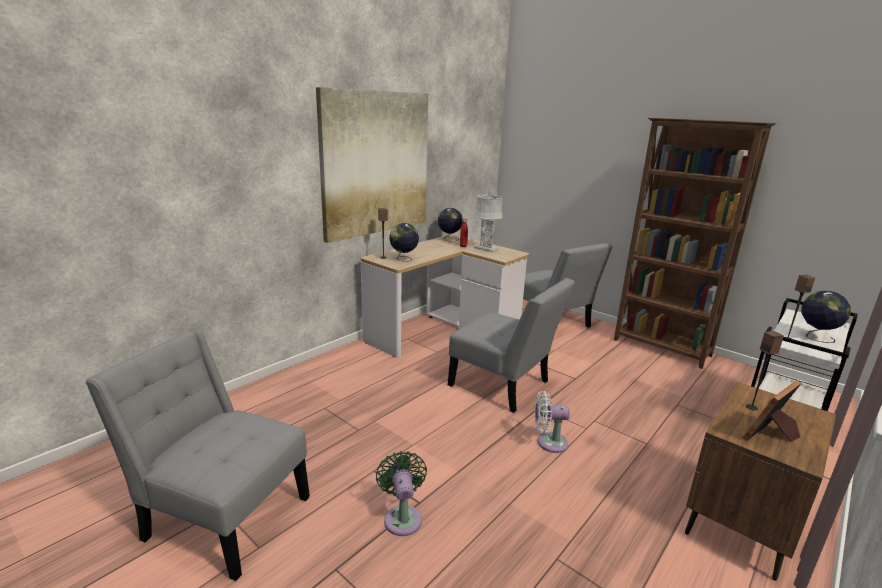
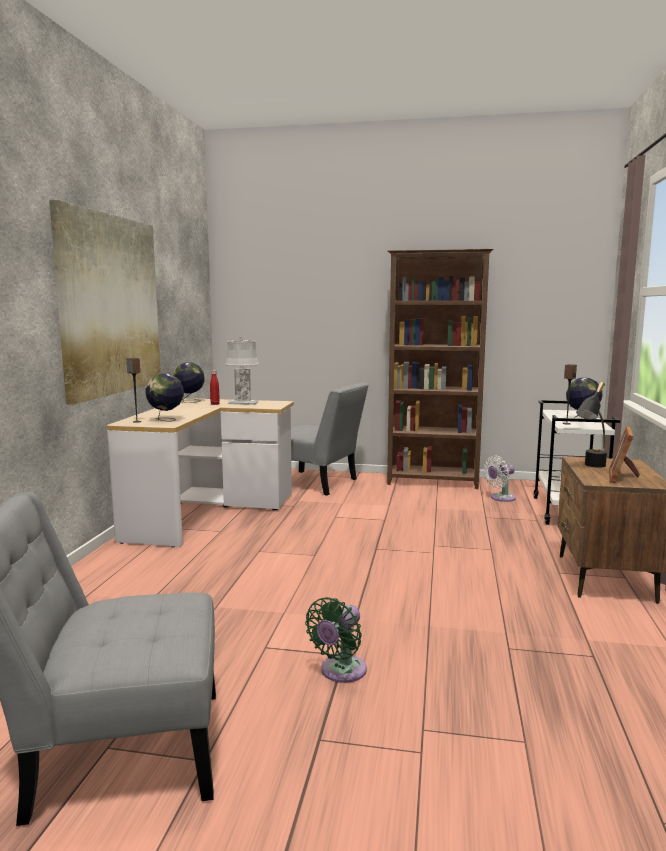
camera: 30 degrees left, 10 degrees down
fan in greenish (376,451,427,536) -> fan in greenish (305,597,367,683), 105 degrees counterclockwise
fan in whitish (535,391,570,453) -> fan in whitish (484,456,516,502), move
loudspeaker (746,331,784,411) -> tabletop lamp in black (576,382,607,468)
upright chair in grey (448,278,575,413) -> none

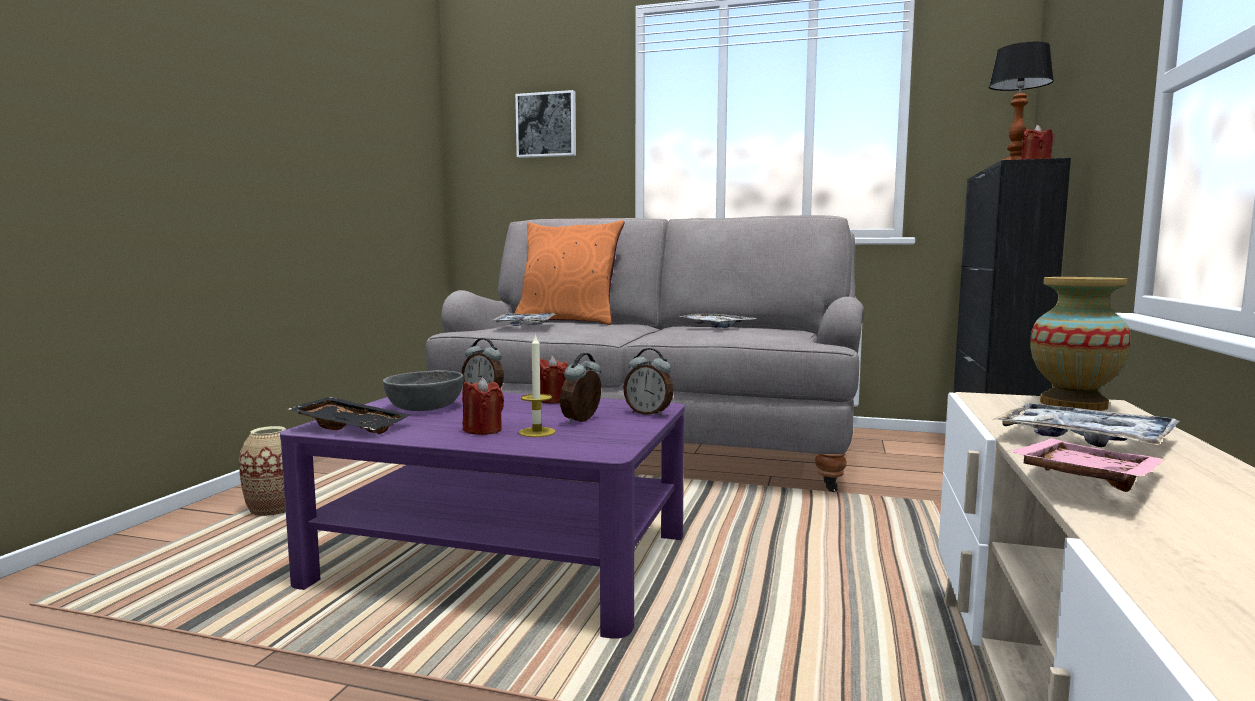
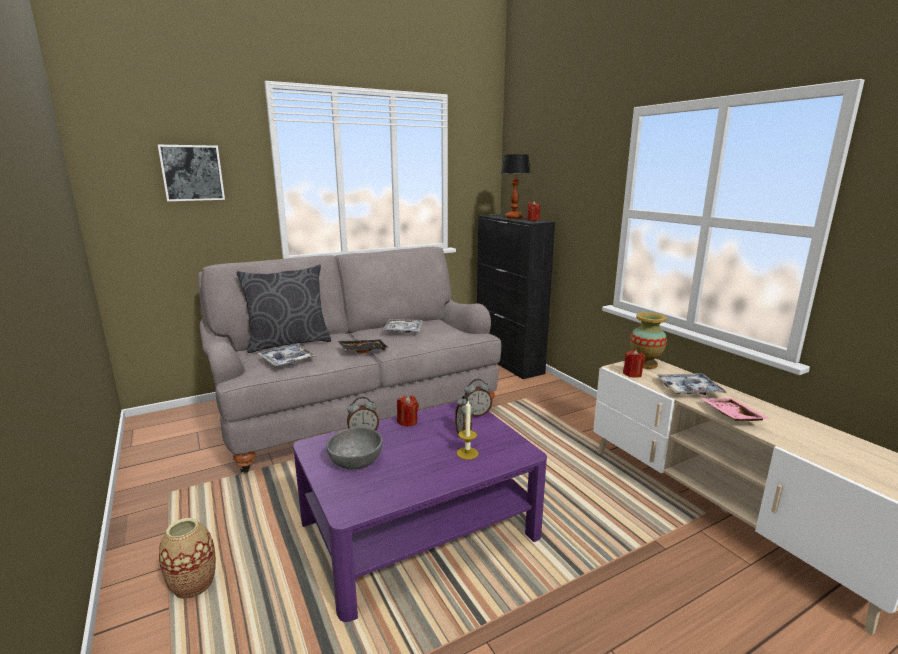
camera: 45 degrees left, 10 degrees up
pillow in orange-coloured (514,220,624,325) -> pillow in grey (236,264,331,353)
serving tray in black (289,397,412,434) -> serving tray in black (338,340,389,354), move
wax light in red-coloured (462,377,504,435) -> wax light in red-coloured (623,350,645,378), move

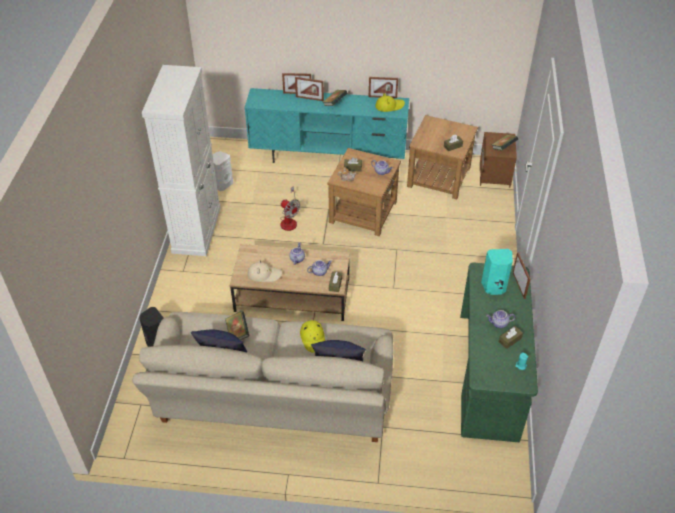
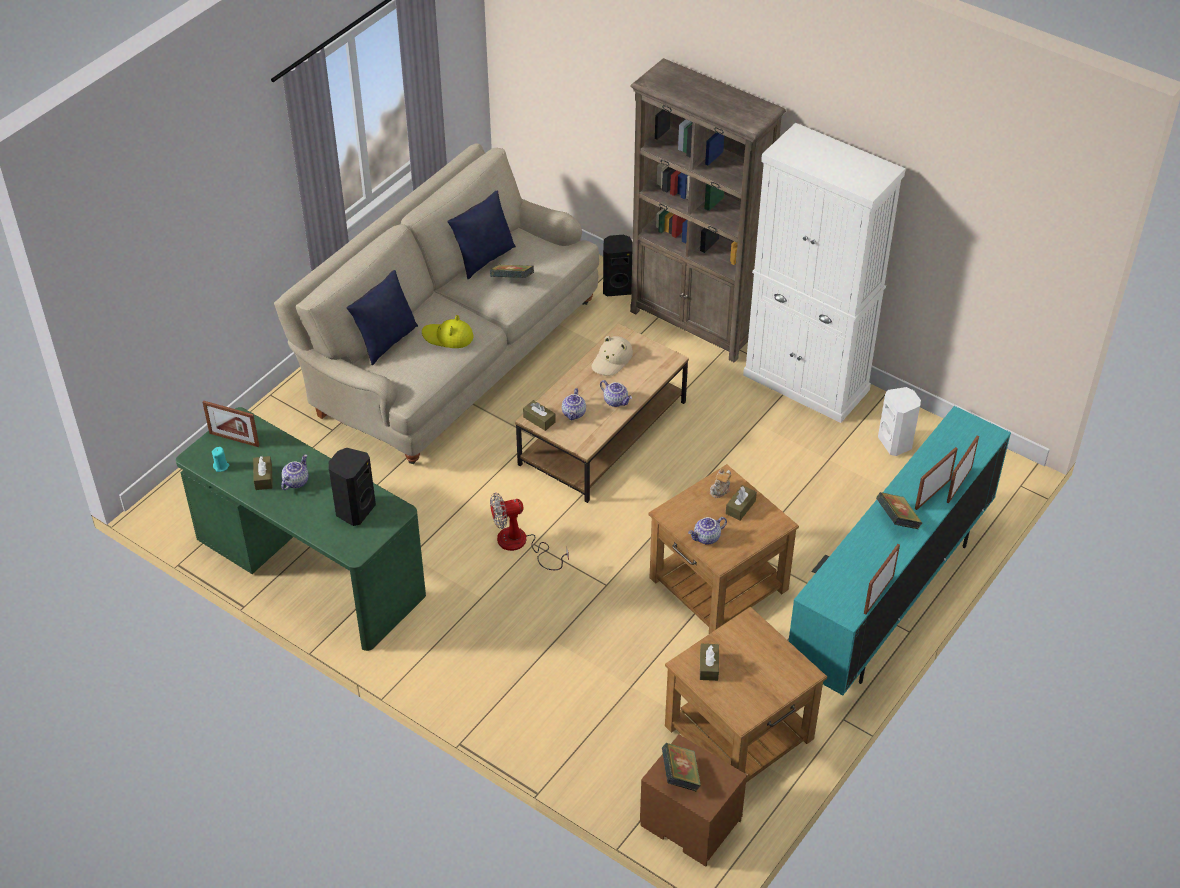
camera: 120 degrees right, 0 degrees up
photo frame (513,252,530,299) -> photo frame (202,401,259,447), move
loudspeaker in blue-green (481,249,513,295) -> loudspeaker in black (329,448,376,526)
fan (280,186,300,231) -> fan (490,493,569,570), move
none -> shelving unit in brown (630,58,786,363)
hat in yellow-coloured (375,93,405,112) -> none

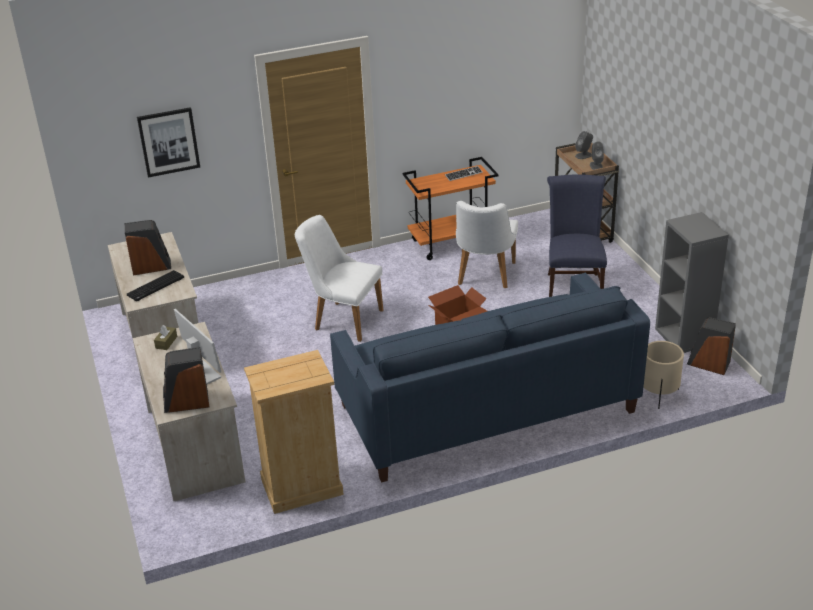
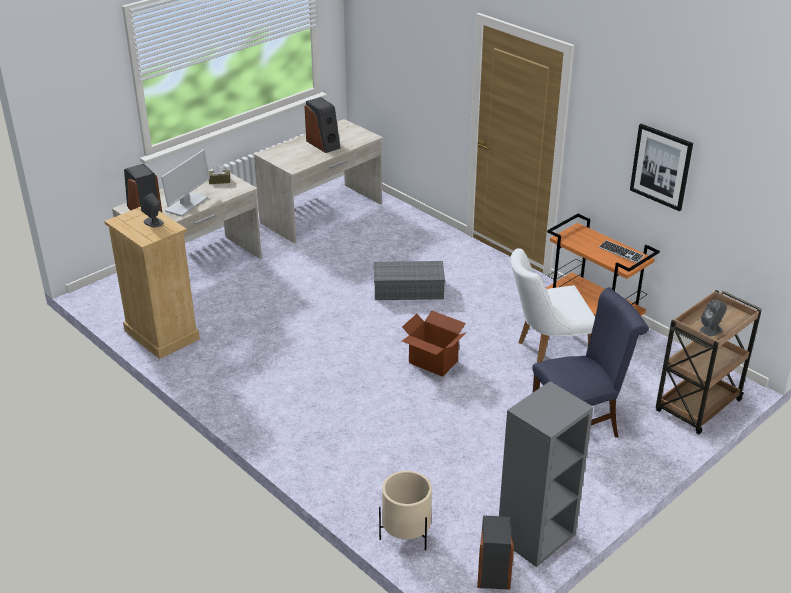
camera: 65 degrees right, 0 degrees up
loudspeaker in grey (575,131,593,159) -> loudspeaker in grey (141,193,164,228), move
upright chair in whitish (295,215,383,342) -> storage box in grey (374,261,445,300)
wall art (137,107,200,178) -> wall art (630,124,693,211), move
computer keyboard (127,270,184,301) -> none
settee in blue (330,273,650,482) -> none

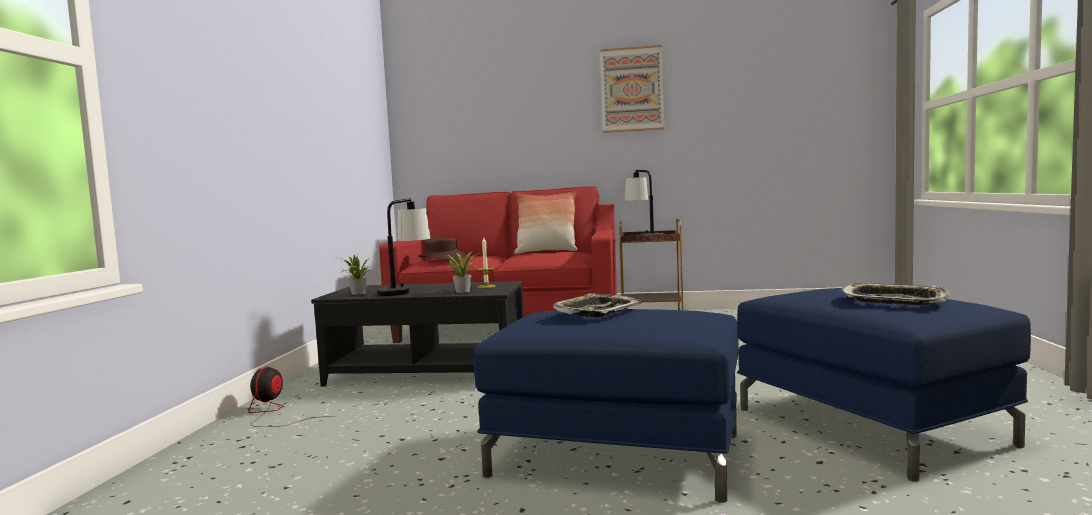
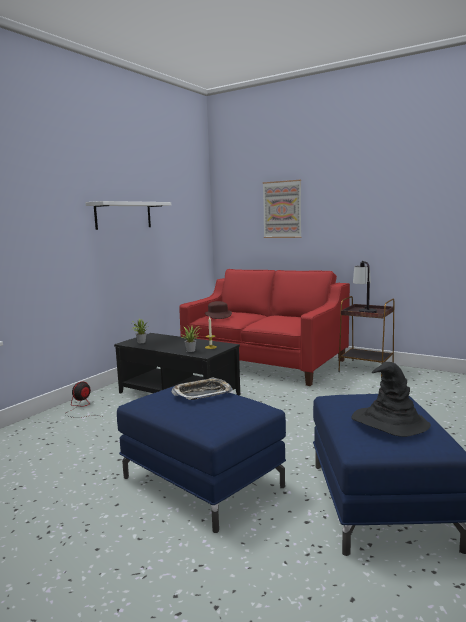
camera: 25 degrees right, 5 degrees up
none -> shelf in whitish (85,201,171,230)
wall art (600,45,664,133) -> wall art (263,180,302,238), move
serving tray (840,283,950,306) -> hat in black (351,362,431,437)
tabletop lamp (377,198,430,296) -> none
pillow (514,192,577,254) -> none

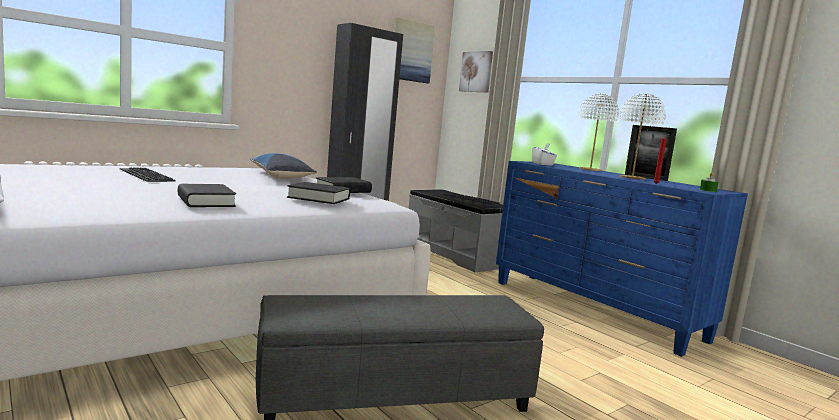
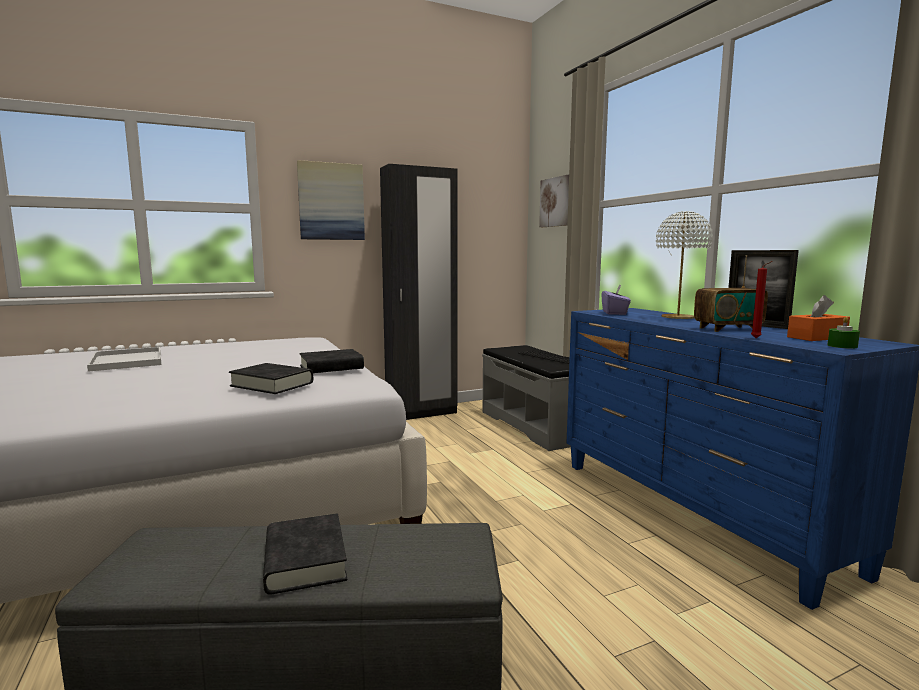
camera: 15 degrees right, 0 degrees up
computer keyboard (120,168,176,182) -> serving tray in whitish (87,347,161,372)
volume in black (178,184,236,207) -> volume in black (263,513,347,595), move
wall art (393,17,435,84) -> wall art (297,160,365,240), move
box of tissues in whitish (532,143,557,166) -> box of tissues in purplish (601,284,631,315)
tabletop lamp in whitish (619,93,666,180) -> radio set (694,255,768,332)
none -> box of tissues in orange-coloured (787,295,850,341)
pillow (250,153,317,179) -> none

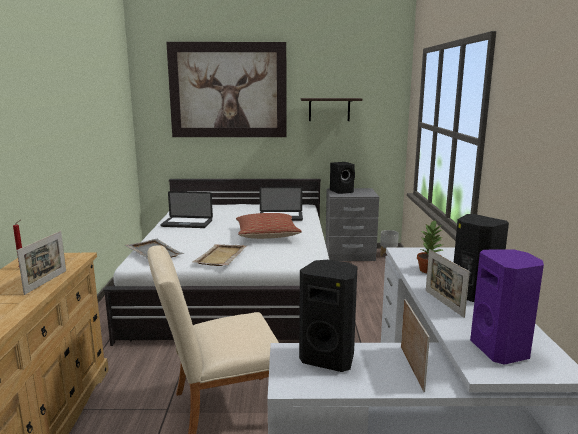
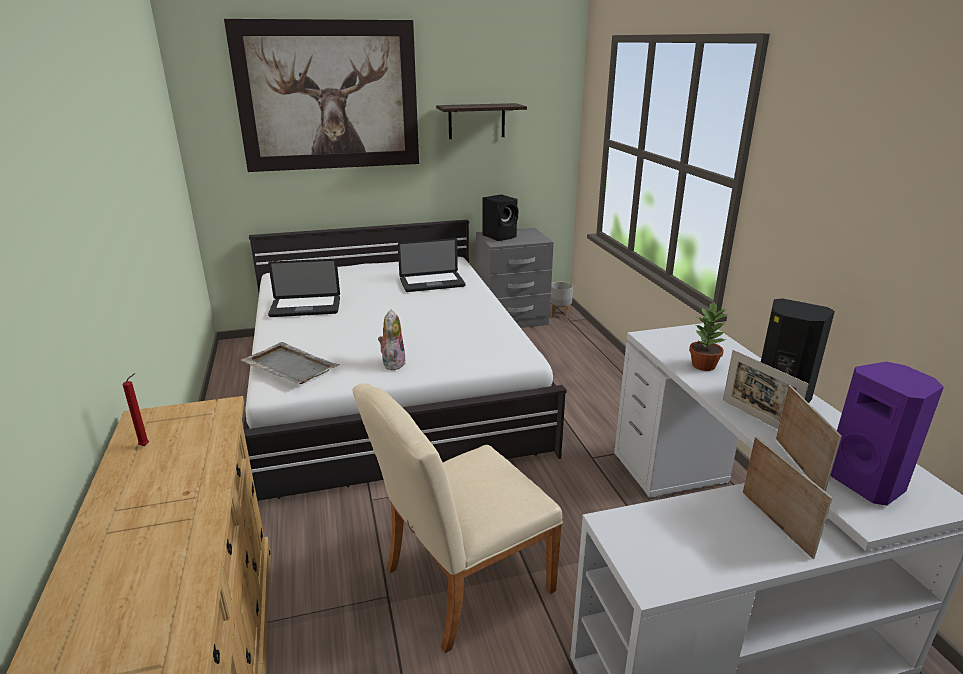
camera: 15 degrees left, 10 degrees up
serving tray in beige (192,244,248,266) -> plush toy (378,310,406,370)
photo frame (17,231,66,295) -> photo frame (776,385,842,492), move
pillow (236,213,302,239) -> none
loudspeaker in black (299,260,357,372) -> none

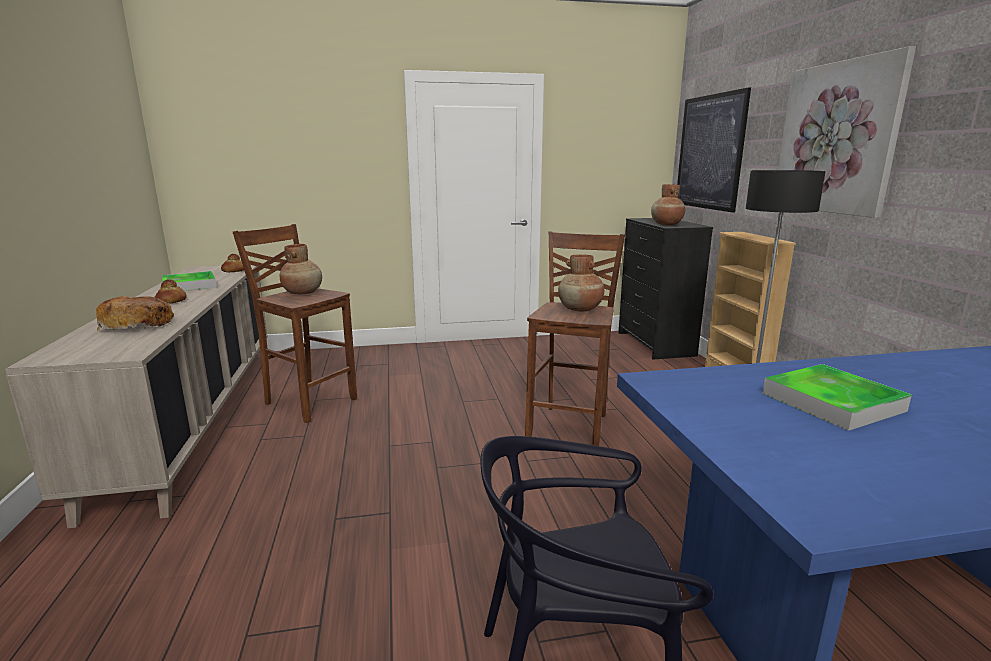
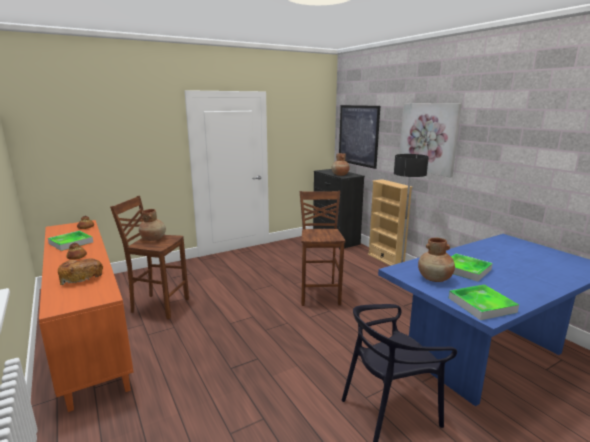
camera: 20 degrees left, 0 degrees up
storage cabinet in beige (5,265,268,528) -> storage cabinet in orange-coloured (39,220,133,412)
vase in brown (558,254,604,311) -> vase in brown (418,238,455,282), move
none -> serving tray (449,285,519,320)

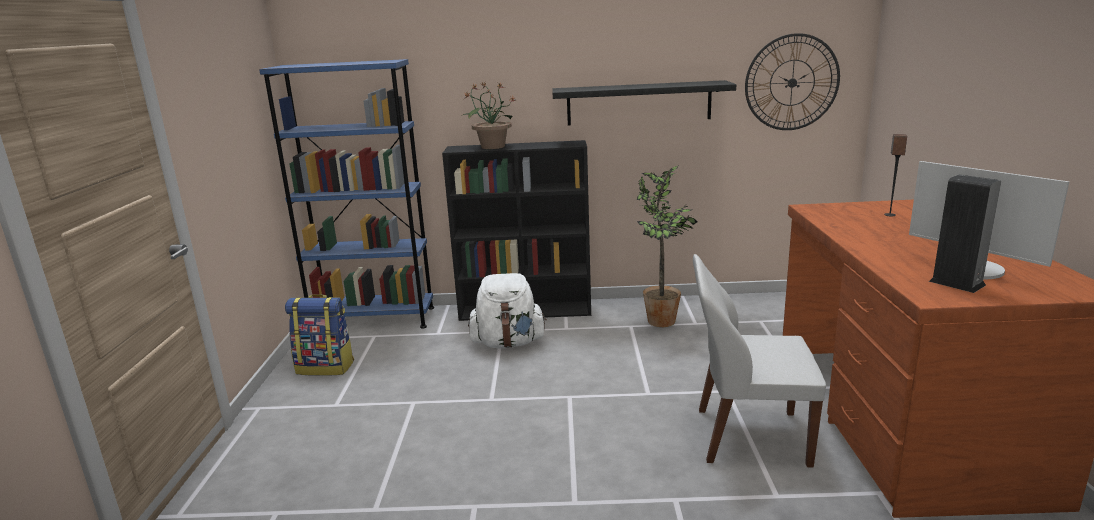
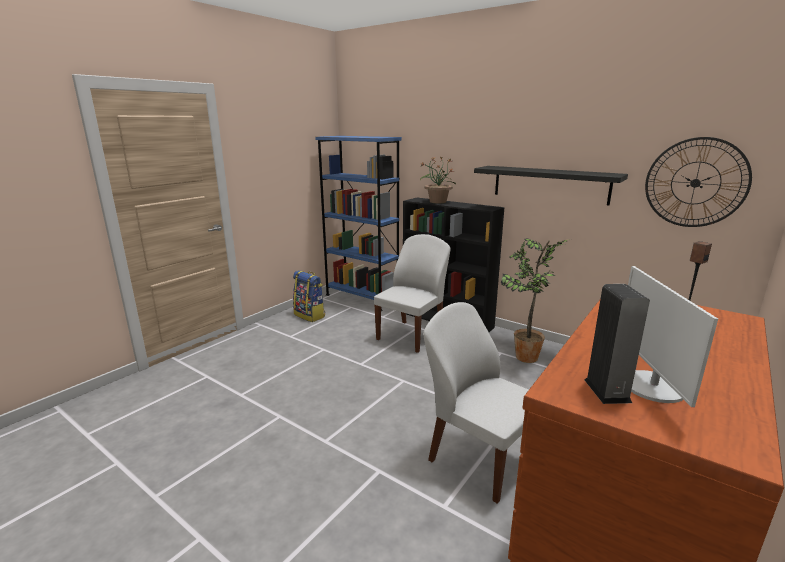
camera: 35 degrees right, 0 degrees up
backpack in whitish (468,273,547,348) -> upright chair in whitish (374,234,451,353)

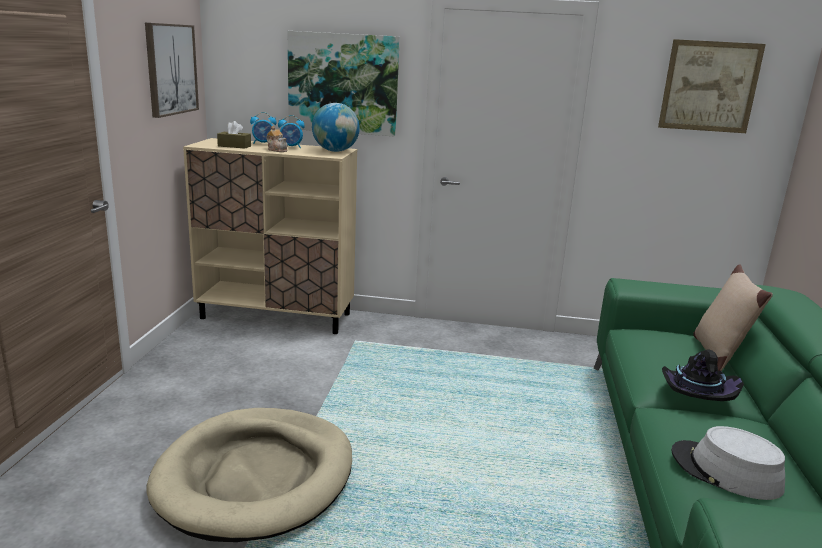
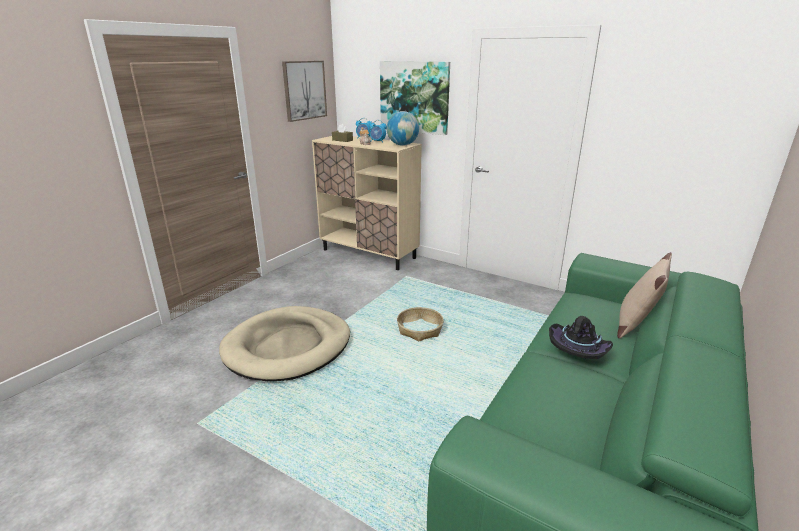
camera: 25 degrees right, 5 degrees up
none -> basket (397,307,444,341)
wall art (658,39,766,133) -> none
hat in grey (671,426,785,500) -> none

